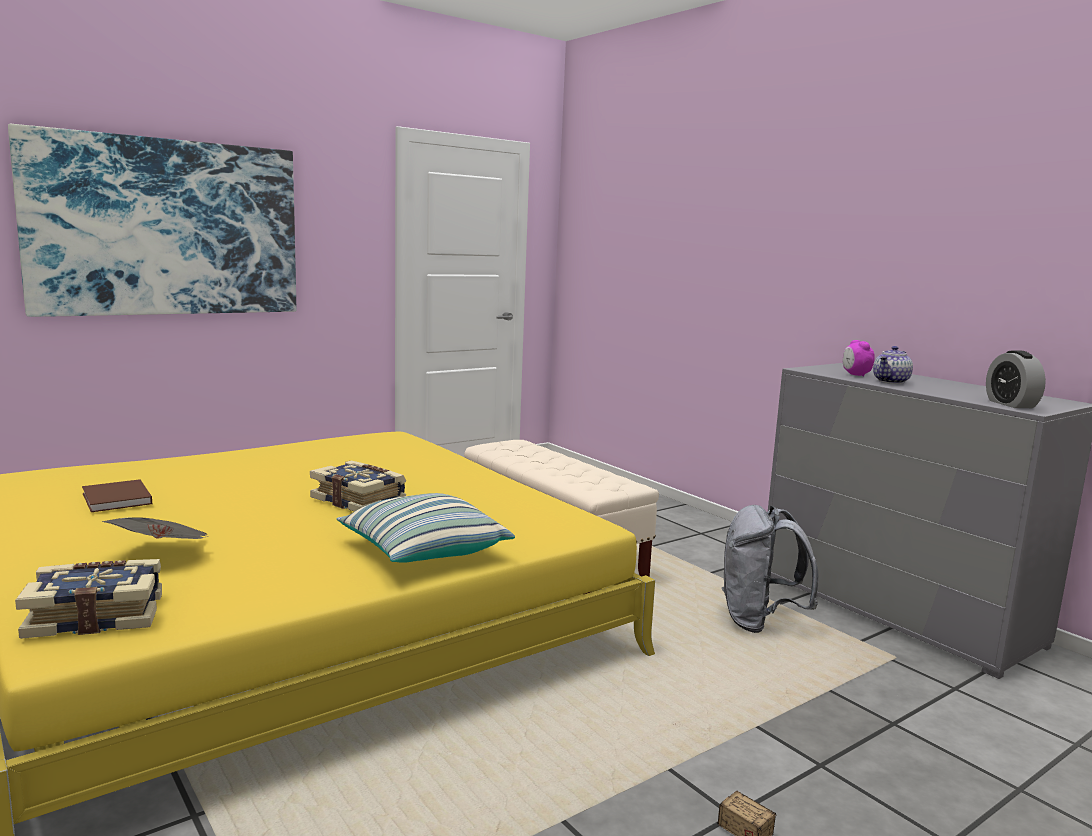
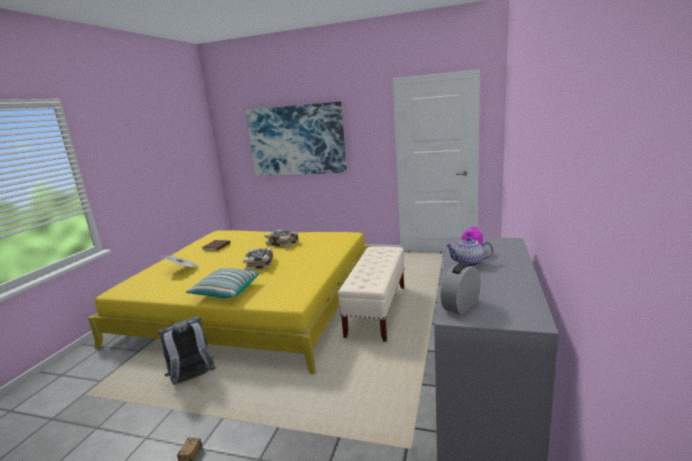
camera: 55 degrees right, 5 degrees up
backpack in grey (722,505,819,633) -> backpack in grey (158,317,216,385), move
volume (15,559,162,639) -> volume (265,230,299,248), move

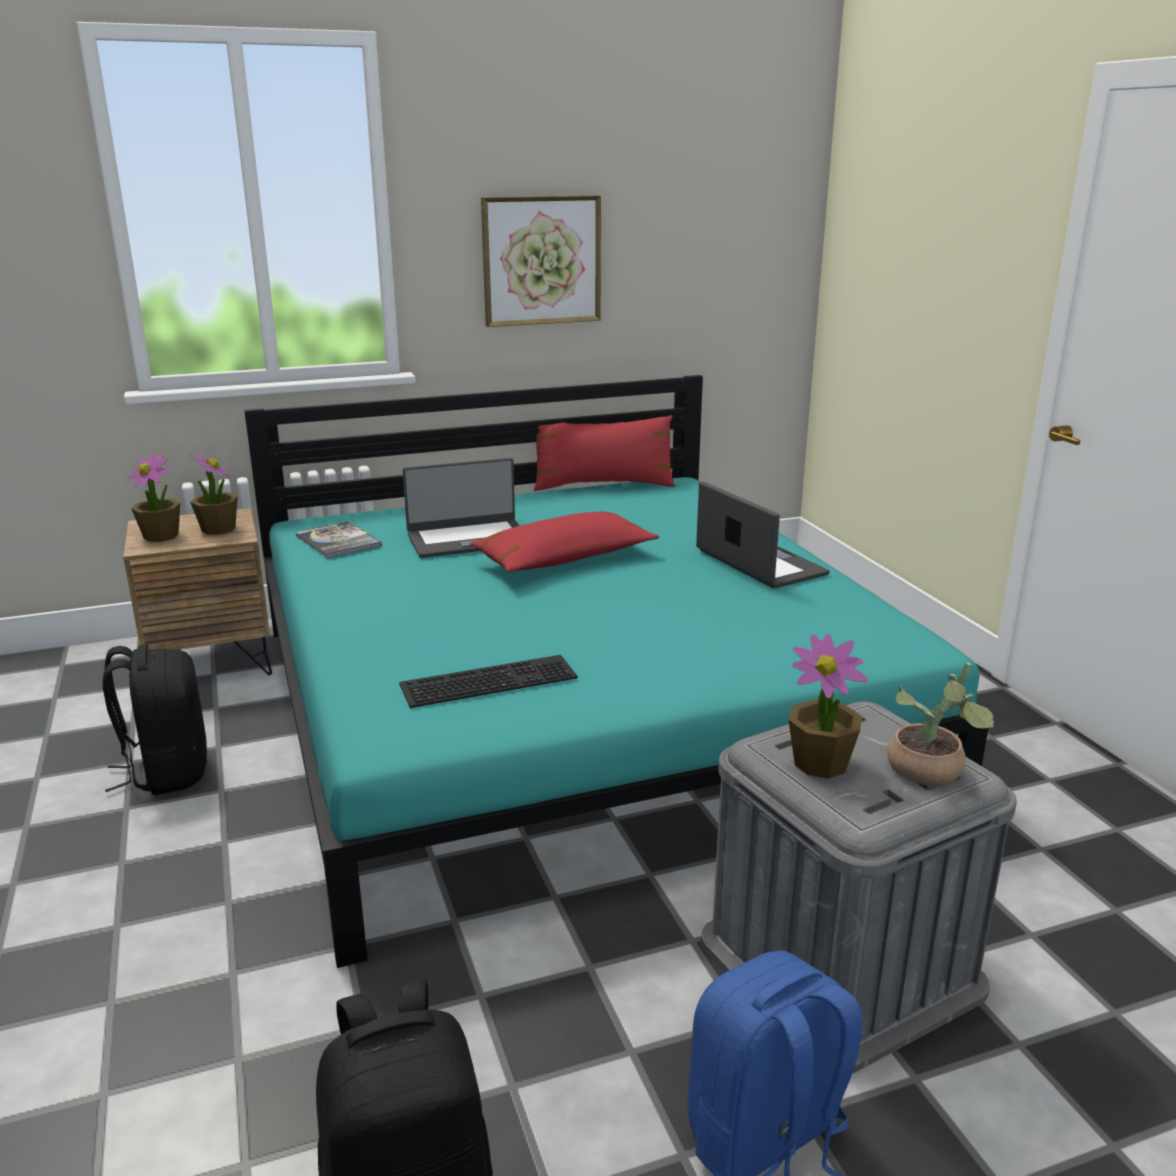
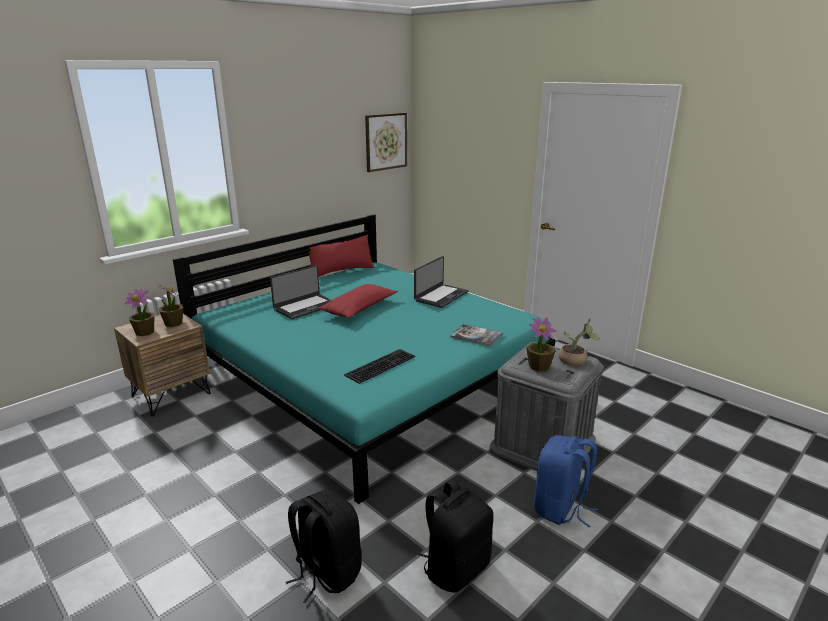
camera: 25 degrees left, 0 degrees up
backpack in black (103,645,207,795) -> backpack in black (286,489,361,603), move
wall art (481,195,601,327) -> wall art (365,113,407,172), move
portable computer (696,481,829,589) -> portable computer (414,256,469,308), 90 degrees clockwise
volume (296,521,382,558) -> volume (450,324,503,346), move

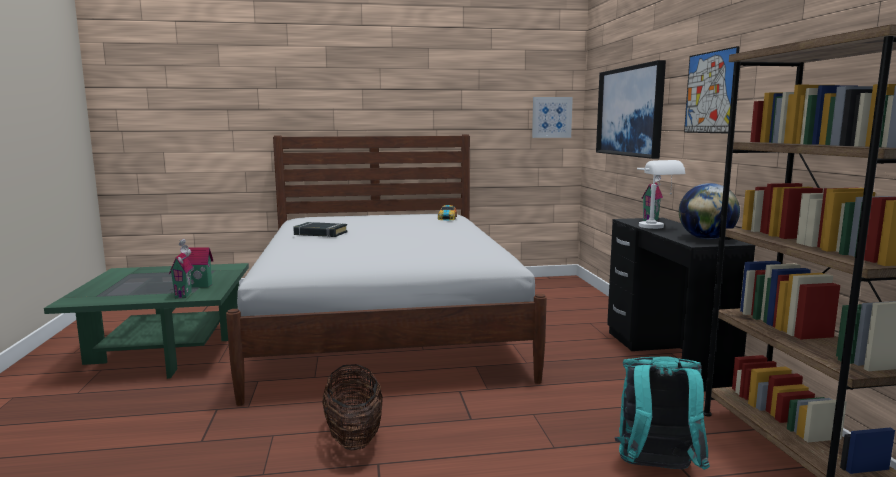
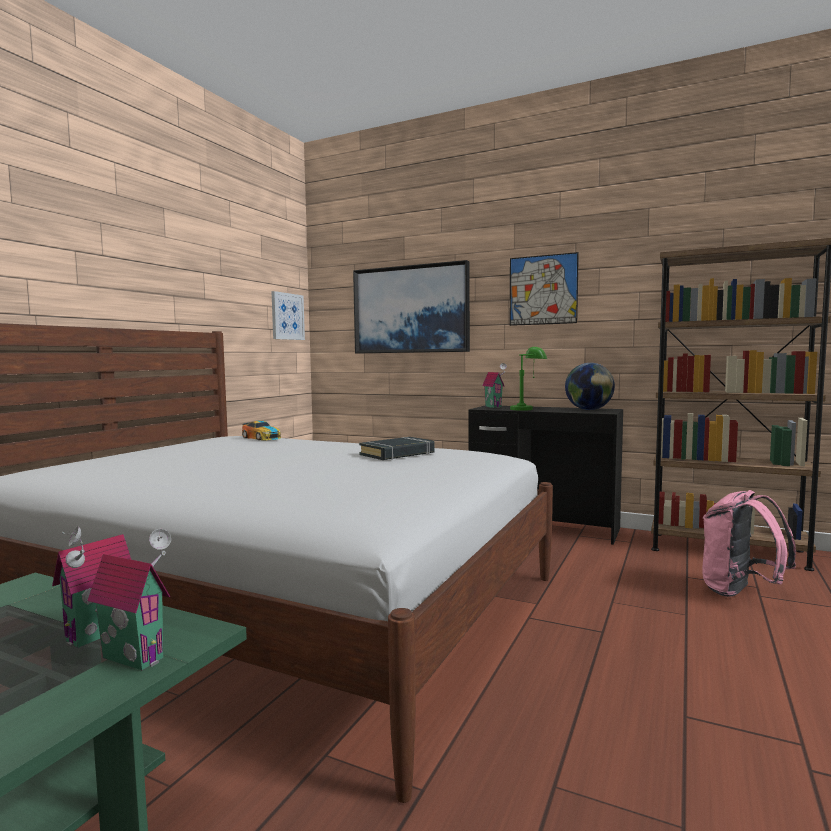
camera: 55 degrees left, 5 degrees down
volume in black (293,222,348,237) -> volume in black (359,437,434,460), move
tabletop lamp in whitish (637,160,685,229) -> tabletop lamp in greenish (510,347,547,411)
backpack in blue-green (614,356,710,470) -> backpack in pinkish (702,490,796,597)
basket (322,364,383,450) -> none

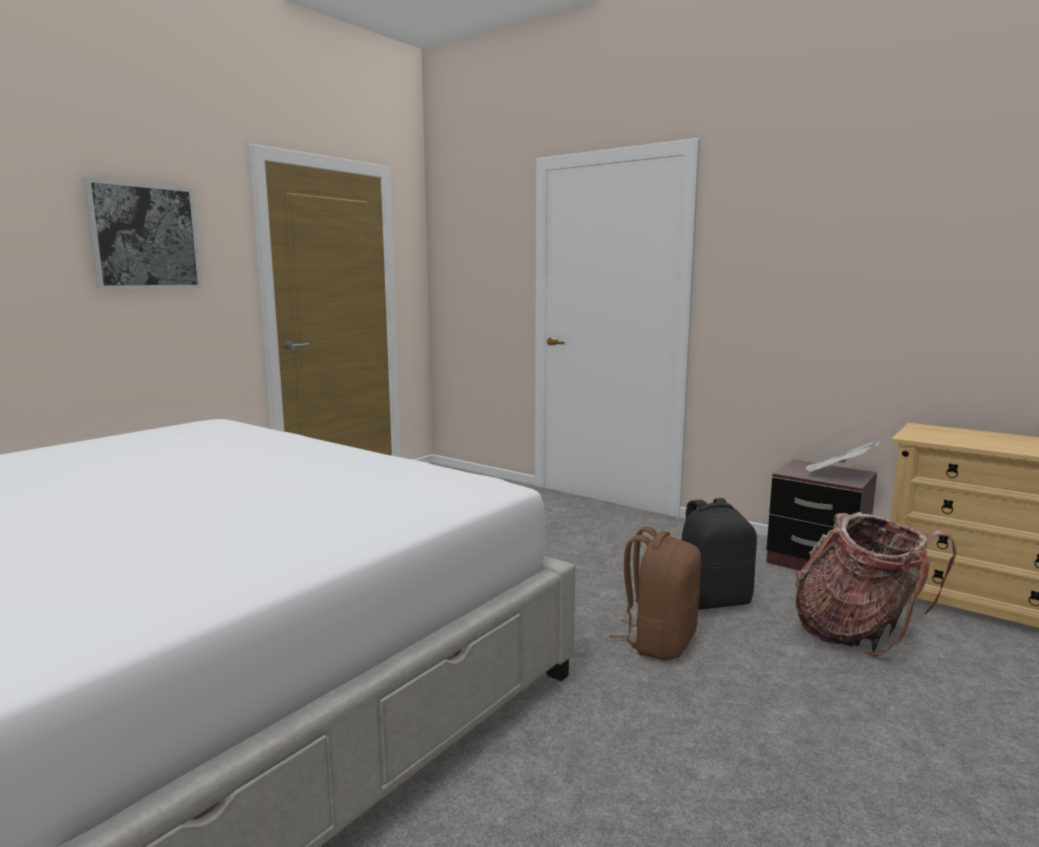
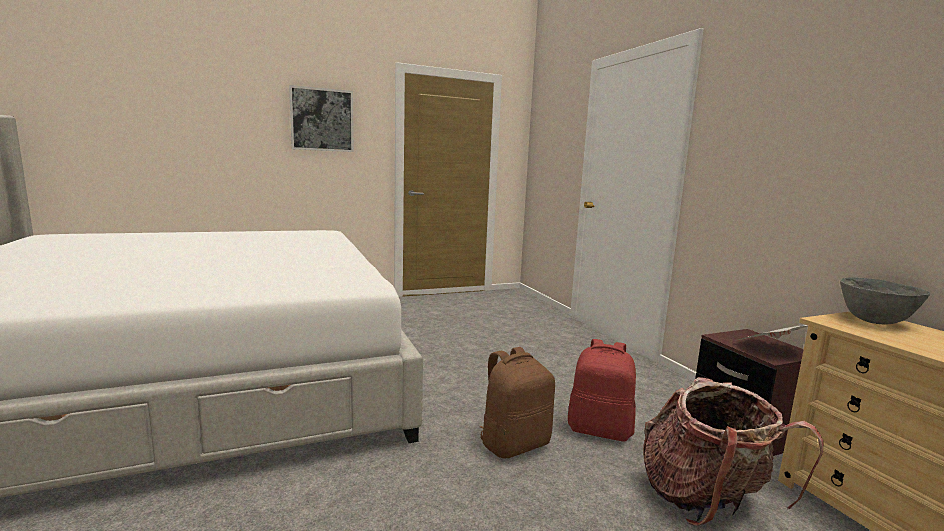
camera: 30 degrees right, 0 degrees up
backpack in black (681,498,757,610) -> backpack in red-coloured (568,339,636,441)
none -> deep dish in grey (840,277,930,325)

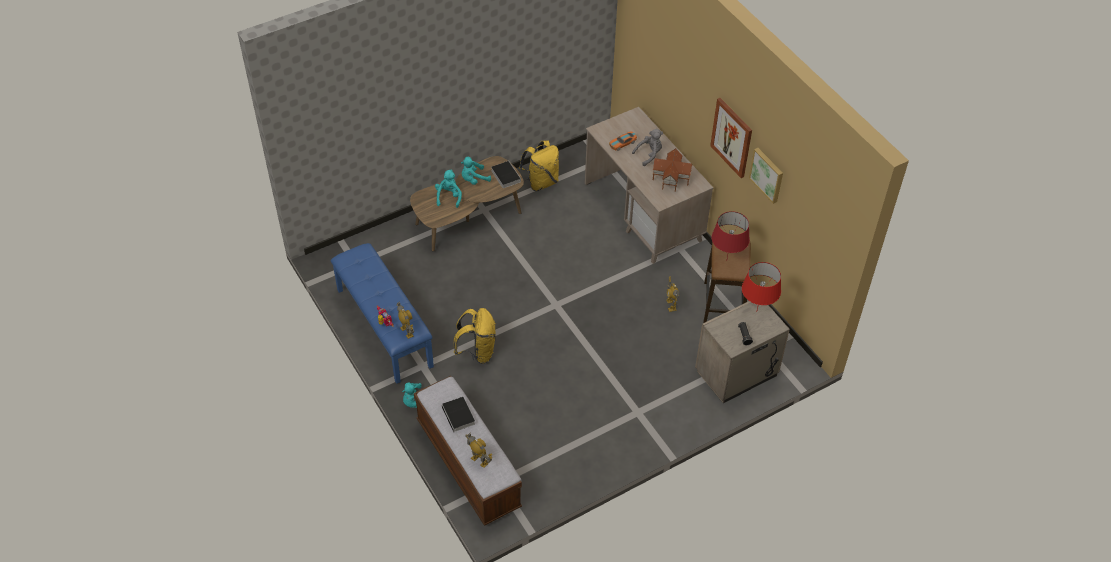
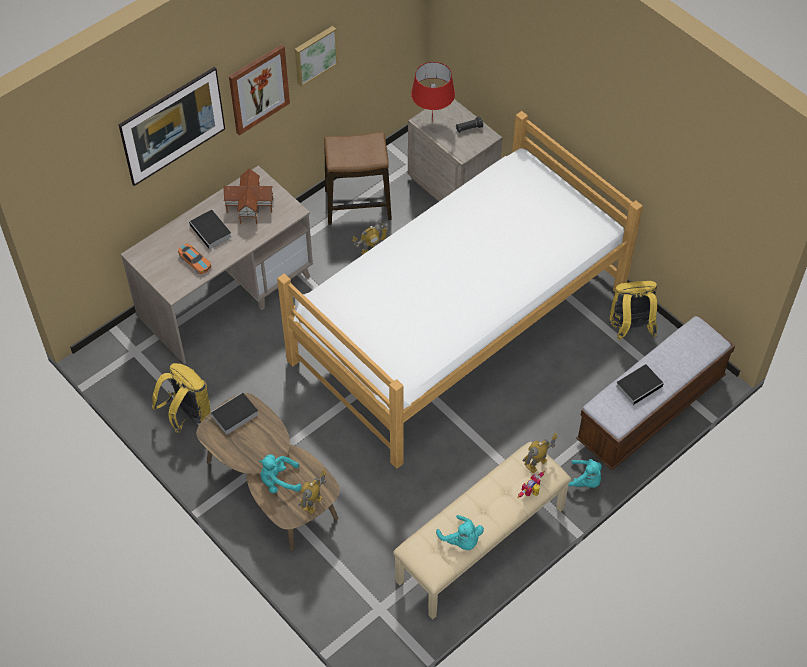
camera: 100 degrees left, 5 degrees up
none -> wall art (118,67,225,186)
plush toy in grey (632,129,663,166) -> volume (189,210,232,253)
none -> sleeping bed (277,111,643,469)
model robot (465,433,492,468) -> model robot (299,469,326,514), move
bench in blue (331,243,434,384) -> bench in beige (393,442,571,620)
plush toy in blue-green (461,157,491,185) -> plush toy in blue-green (436,515,484,550), move
backpack in yellow-coloured (454,308,496,364) -> backpack in yellow-coloured (609,281,657,340), move
tabletop lamp in red-coloured (712,211,750,258) -> none

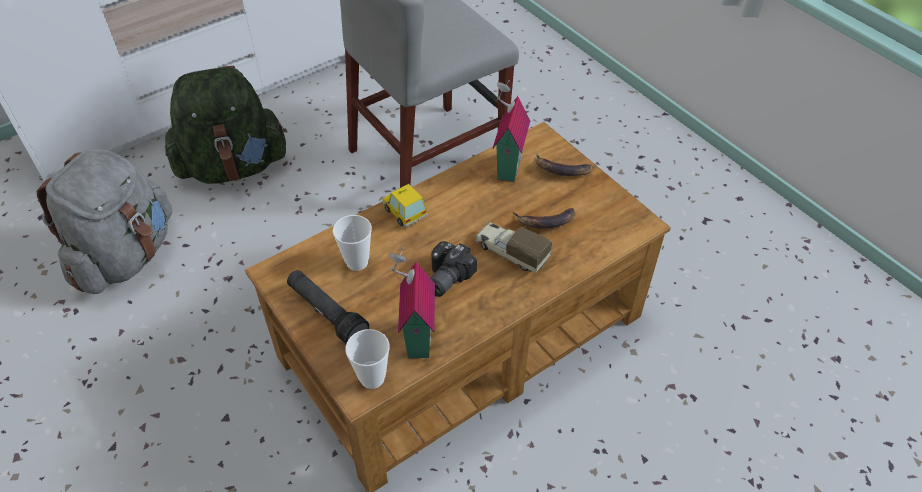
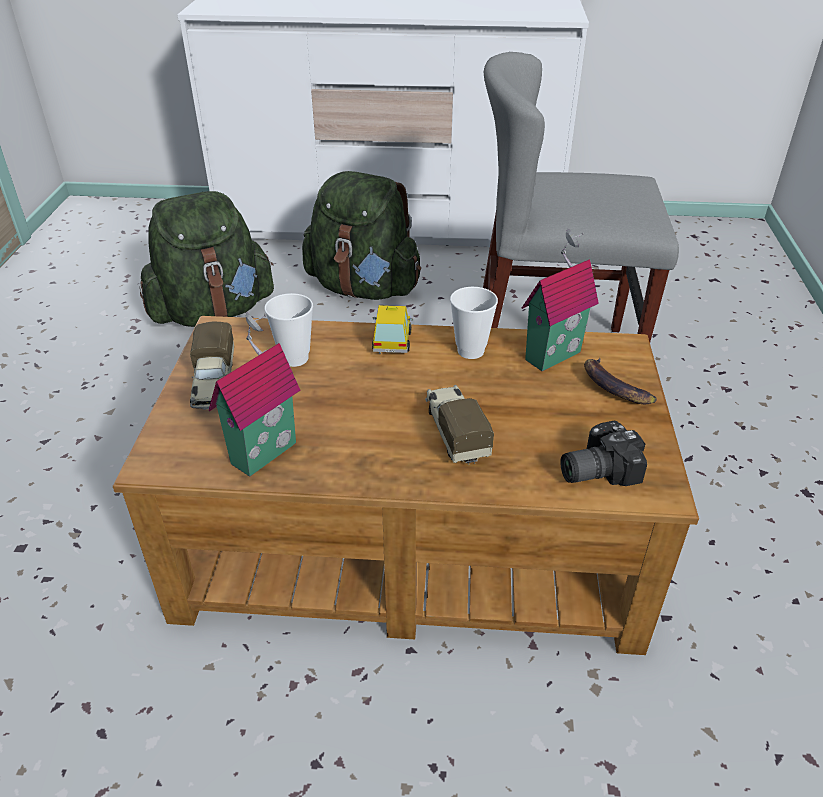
camera: 40 degrees right, 10 degrees down
backpack in grey (37,149,172,294) -> backpack in greenish (139,191,274,327)
flashlight in black (287,270,369,344) -> model truck (190,321,234,410)
cup (345,329,390,389) -> cup (450,287,498,359), move
still camera (431,241,477,297) -> still camera (560,421,647,486), move
banana (513,208,576,229) -> none

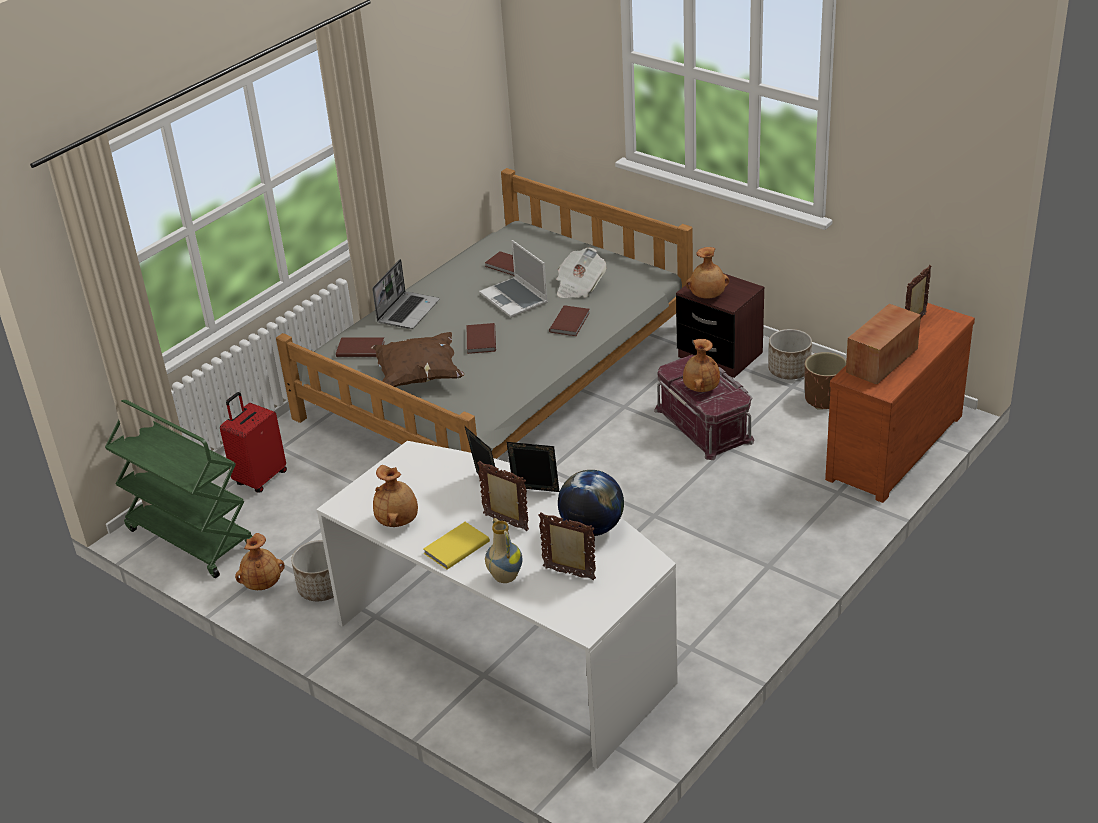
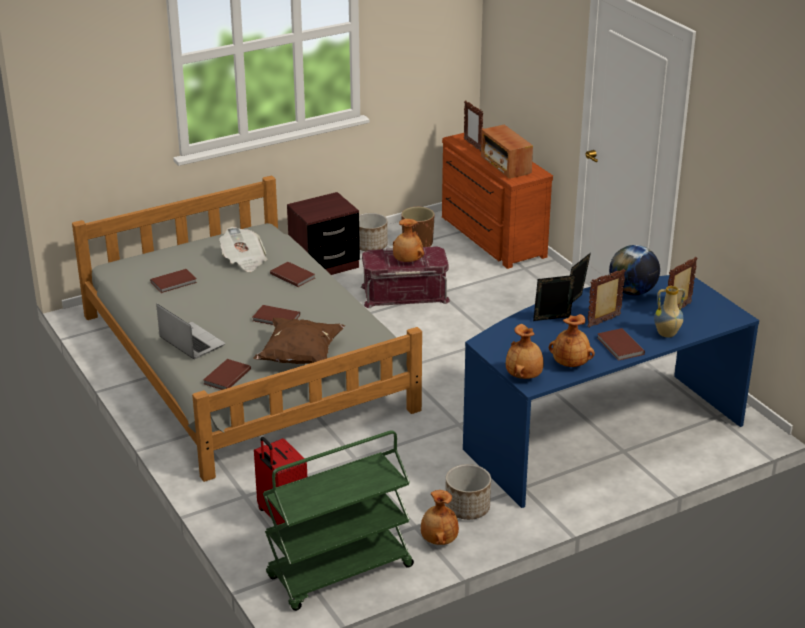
camera: 70 degrees left, 5 degrees down
desk in whitish (316,441,678,769) -> desk in blue (463,275,759,508)
vase in brown (686,247,729,299) -> vase in brown (506,324,544,379), move
volume in yellow-coloured (423,522,490,570) -> volume in brown (597,328,645,361)
portable computer (479,240,548,318) -> none

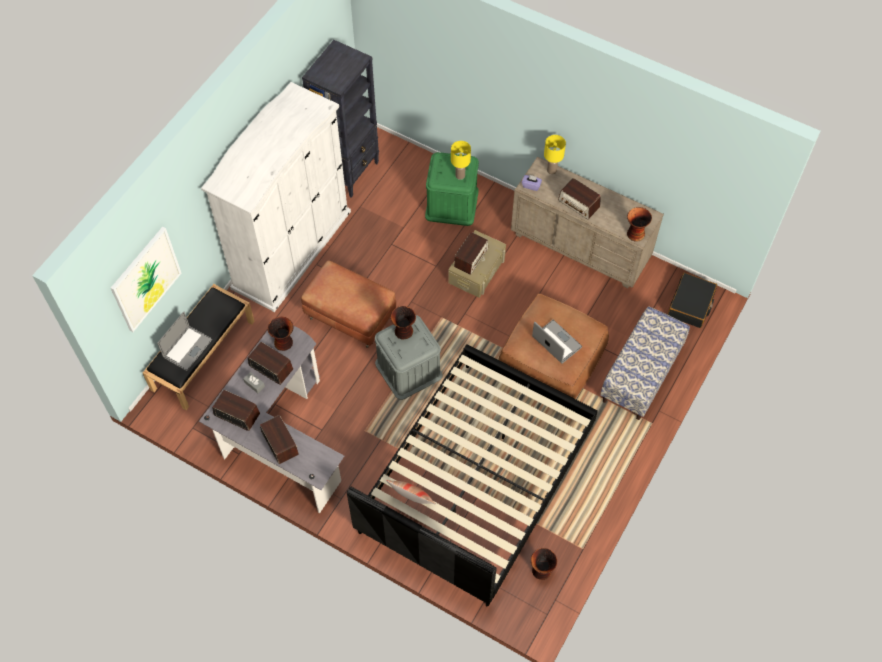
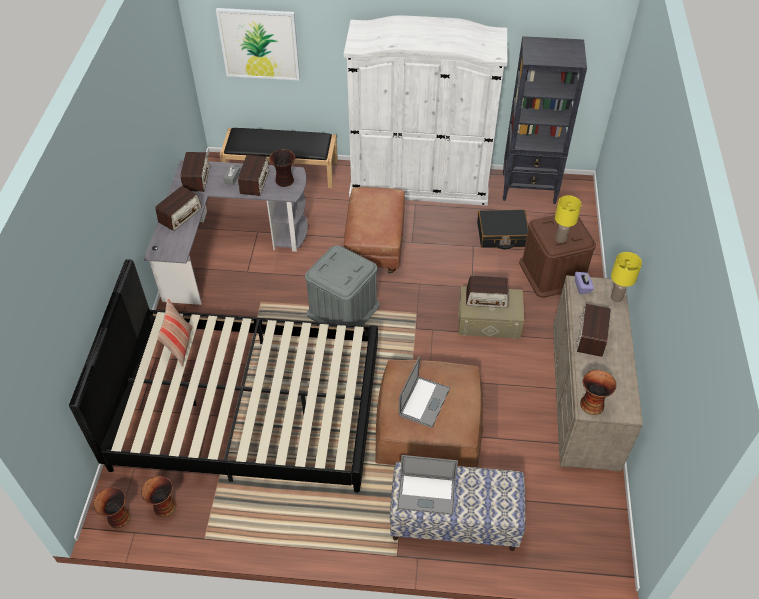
camera: 65 degrees right, 10 degrees down
vase (390,306,416,339) -> vase (94,487,131,528), move
portable computer (157,311,212,371) -> portable computer (397,455,458,515), move
travel case in black (667,273,717,328) -> travel case in black (477,210,528,249), move
storage box in greenish (425,152,479,226) -> storage box in brown (519,215,596,298)

